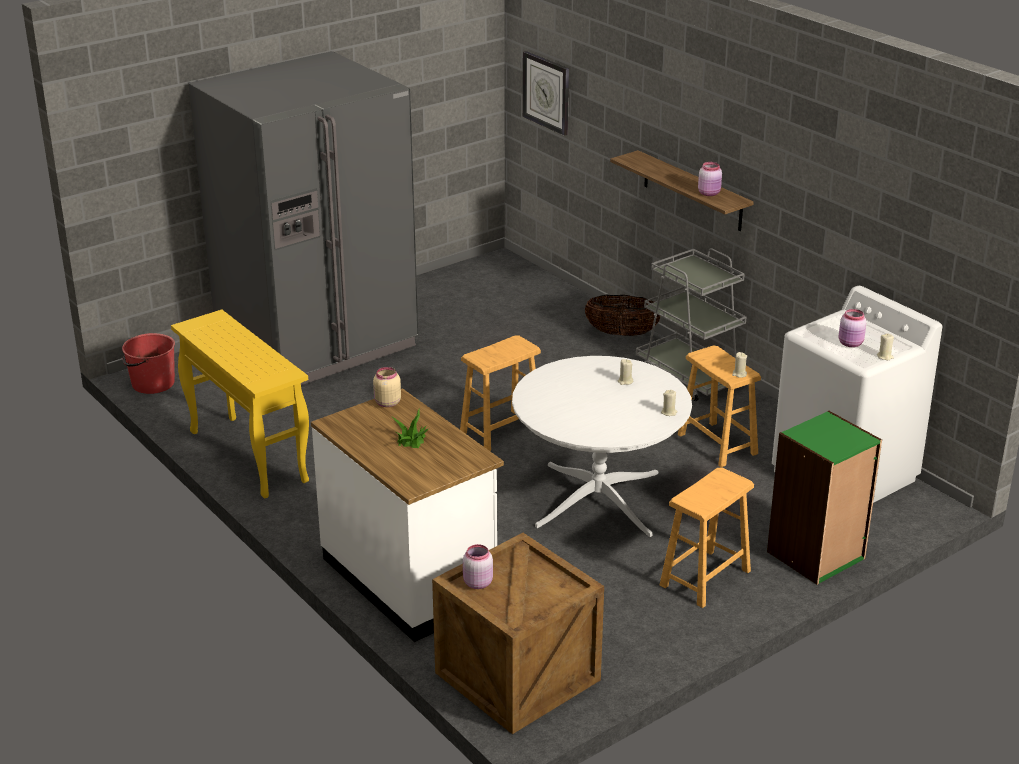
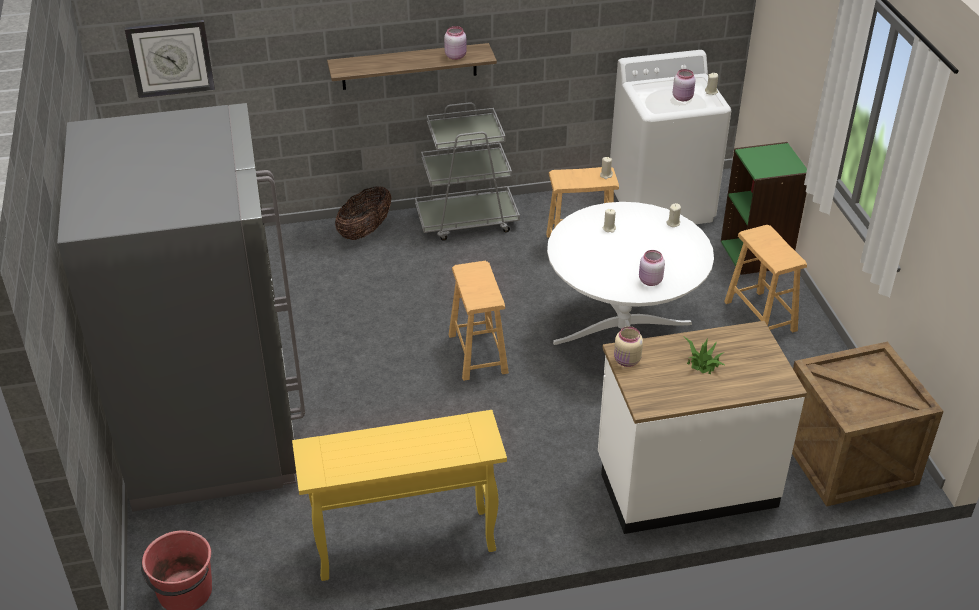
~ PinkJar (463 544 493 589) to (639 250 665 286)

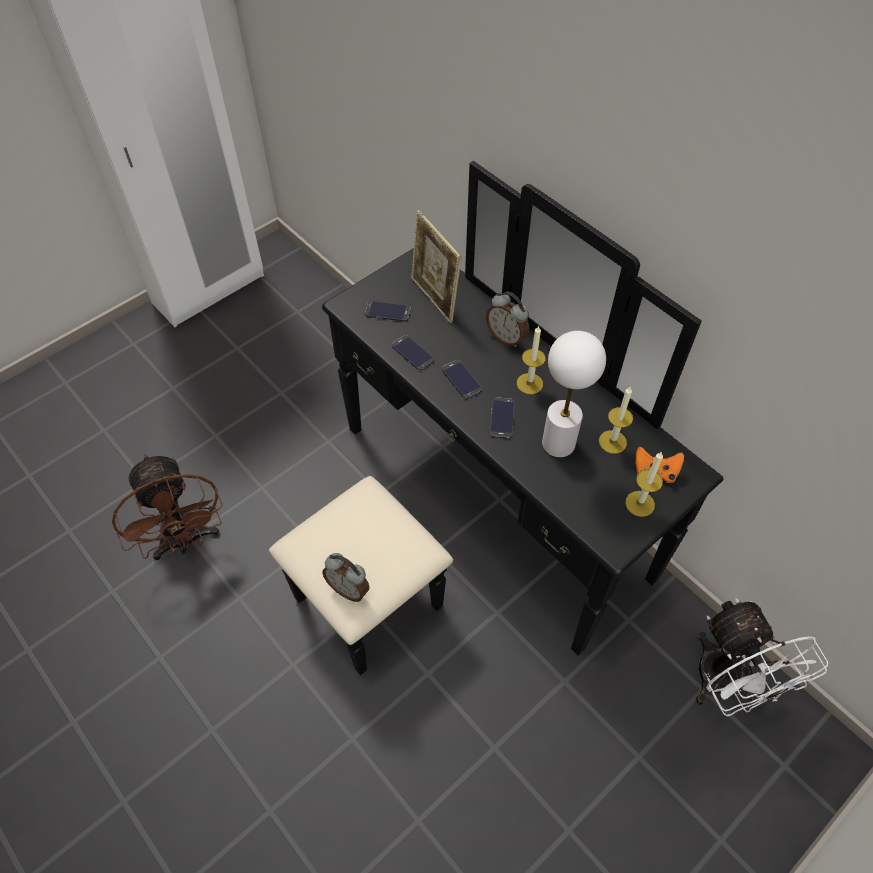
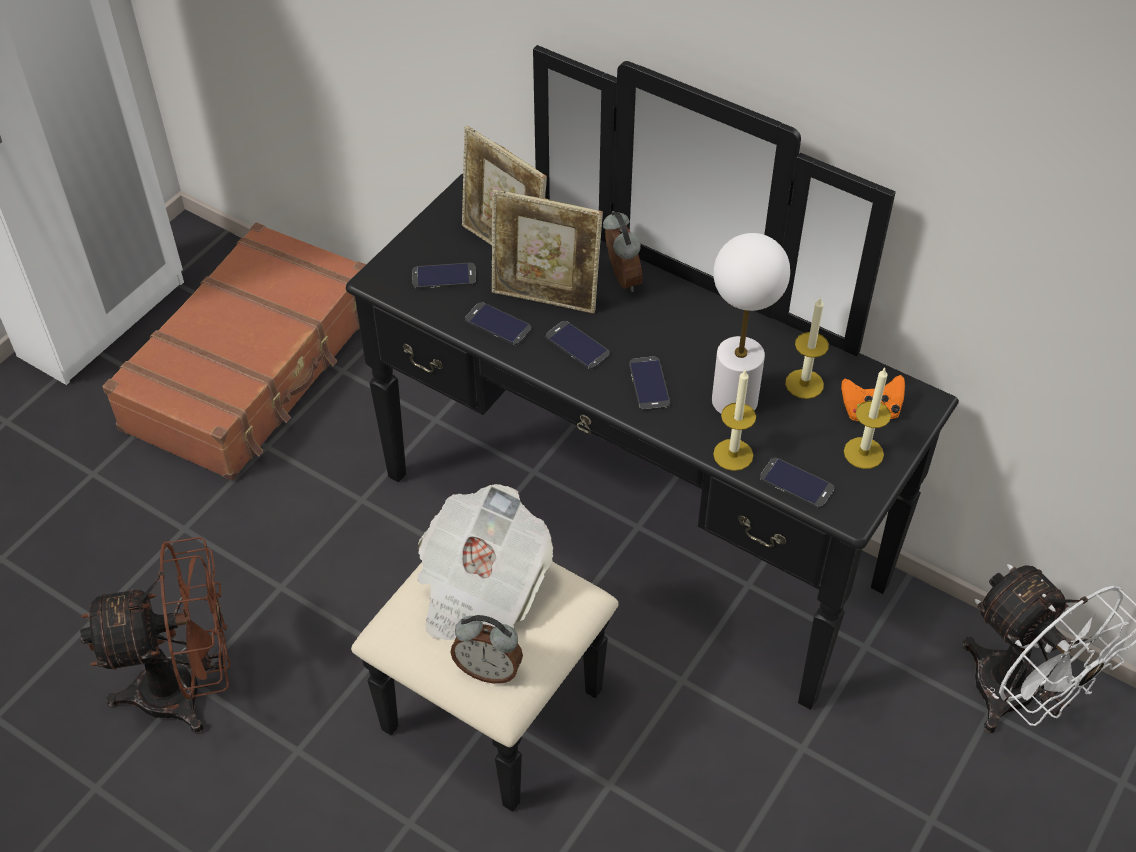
+ BrownSuitcase (102 223 366 481)
+ Newspaper (417 484 553 640)
+ PictureFrame (492 189 603 314)
+ Phone (760 458 834 508)
~ Candle (517 325 546 394) to (713 370 756 471)
~ BrownFan (112 454 223 560) = (80 537 231 734) 60 degrees counterclockwise
~ AlarmClock (486 292 529 347) = (603 211 642 292) 135 degrees counterclockwise

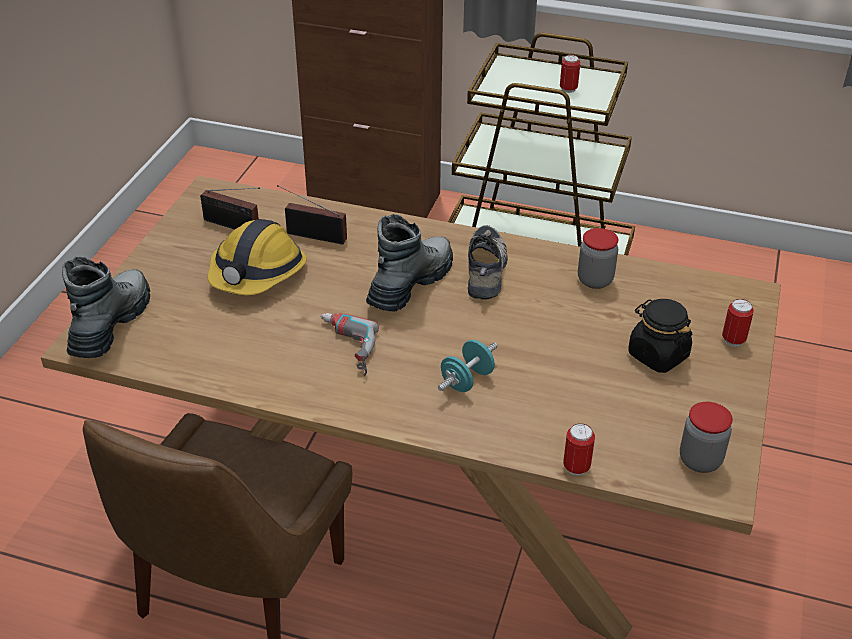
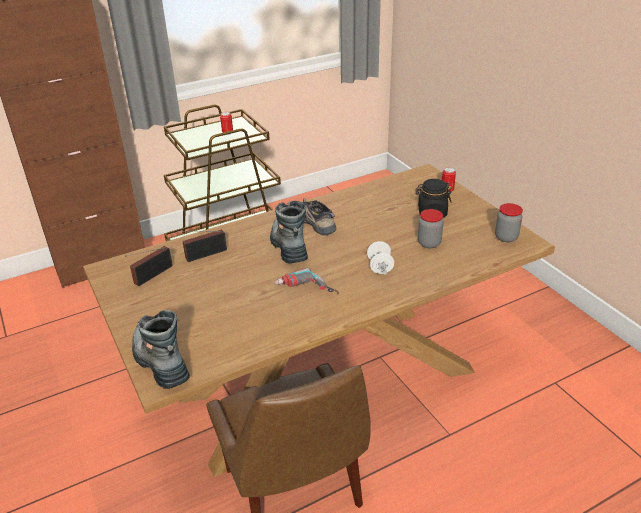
- HardHat (207 219 307 296)
- Can (563 423 595 476)
~ Jar (578 228 618 289) to (418 209 443 248)
~ TurquoiseDumbbell (438 340 498 392) to WhiteDumbbell (367 241 394 275)
~ Radio (200 188 260 229) = (126 246 173 286) 150 degrees clockwise

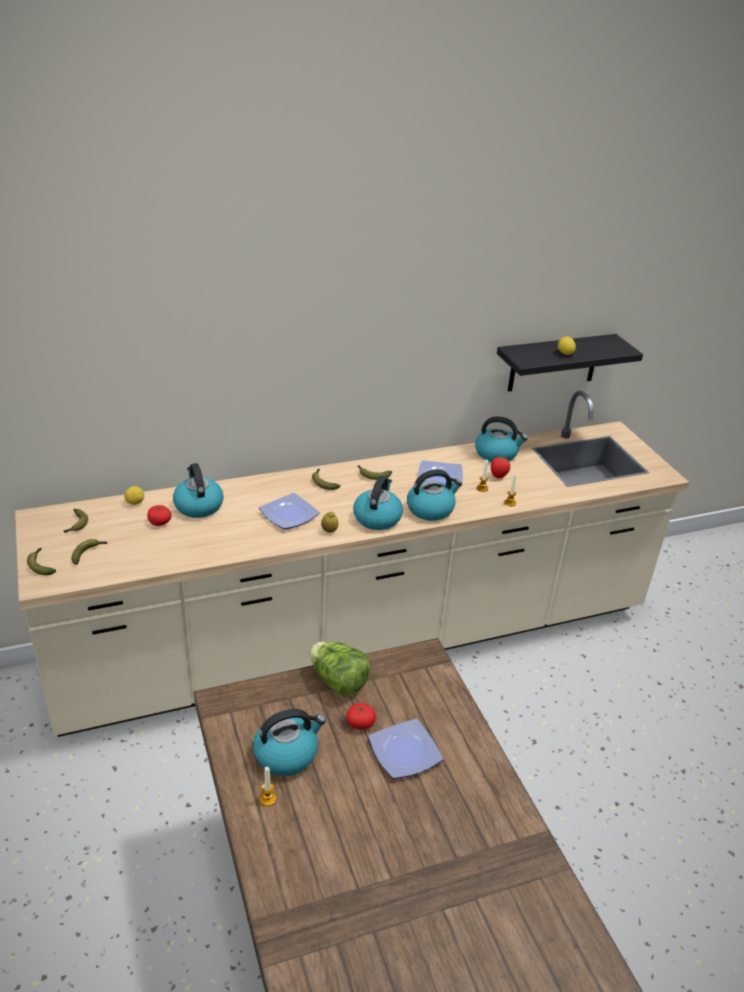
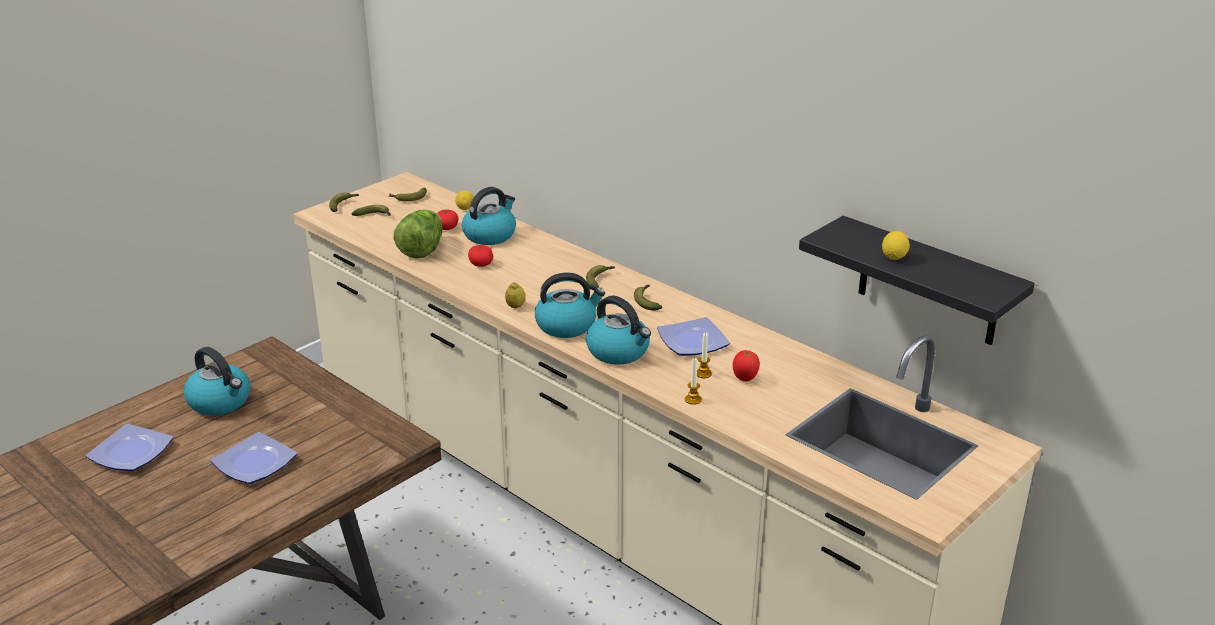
- Candle (259 767 276 806)
- Kettle (475 416 528 462)
~ Plate (259 493 320 530) to (85 424 174 471)
~ Lettuce (309 642 371 697) to (394 209 443 259)
~ Tomato (346 703 376 730) to (468 245 493 267)

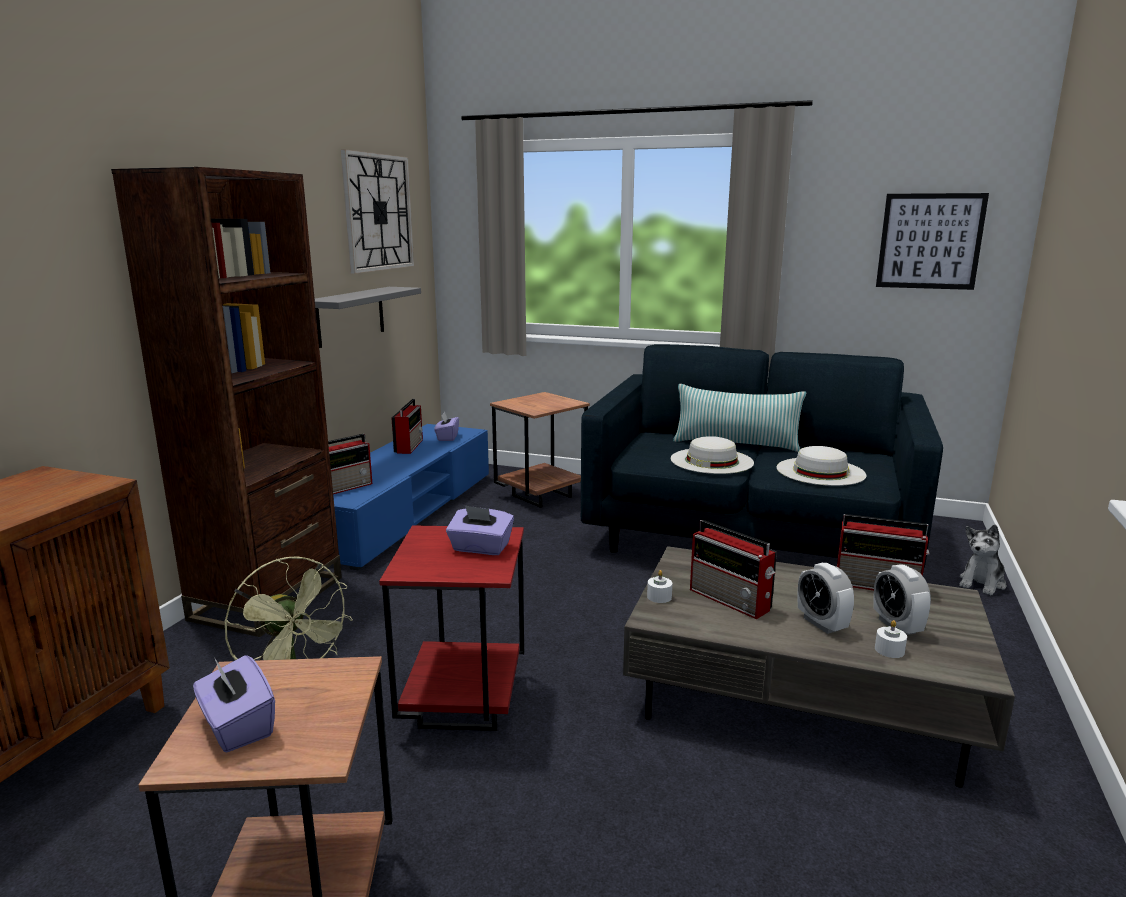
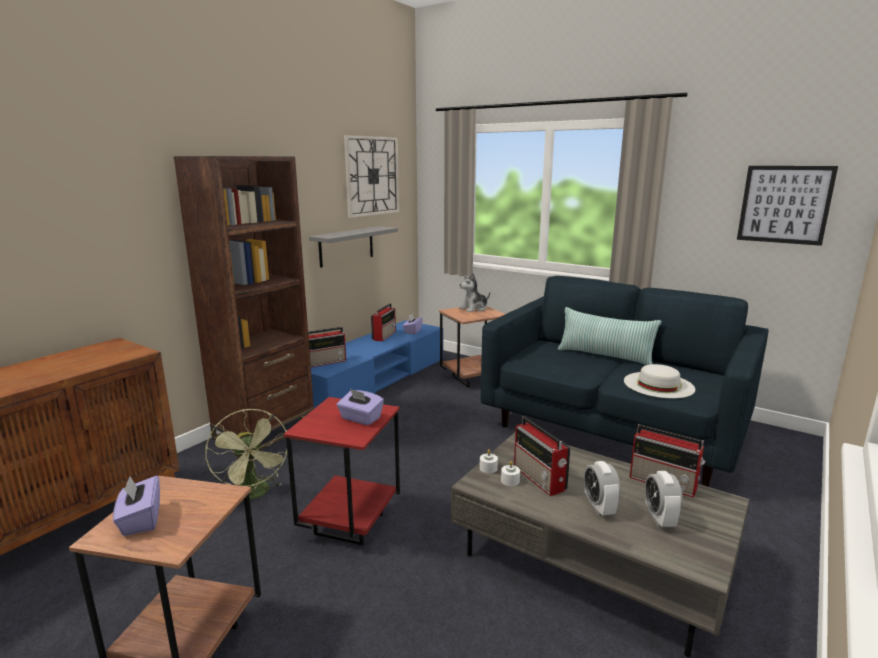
- WhiteHat (671 436 754 474)
~ WhiteCandle (875 620 907 658) to (501 461 520 486)
~ PlushToy (959 524 1006 595) to (459 273 490 312)

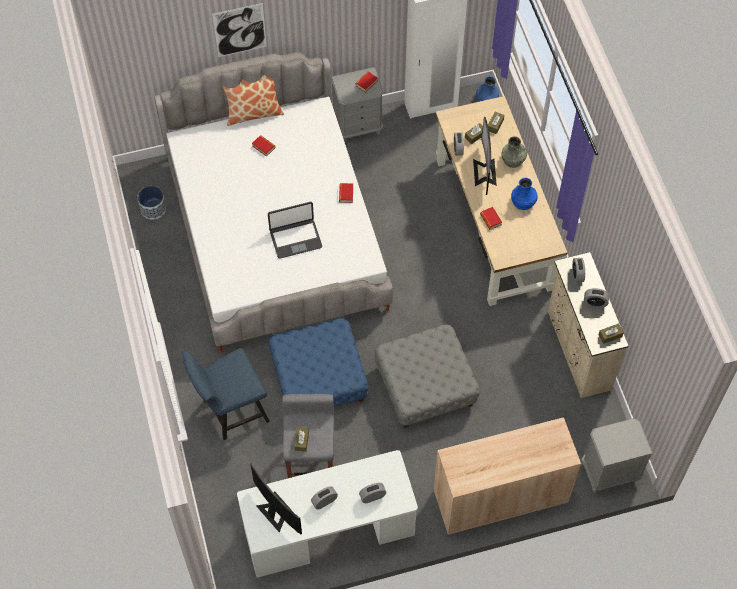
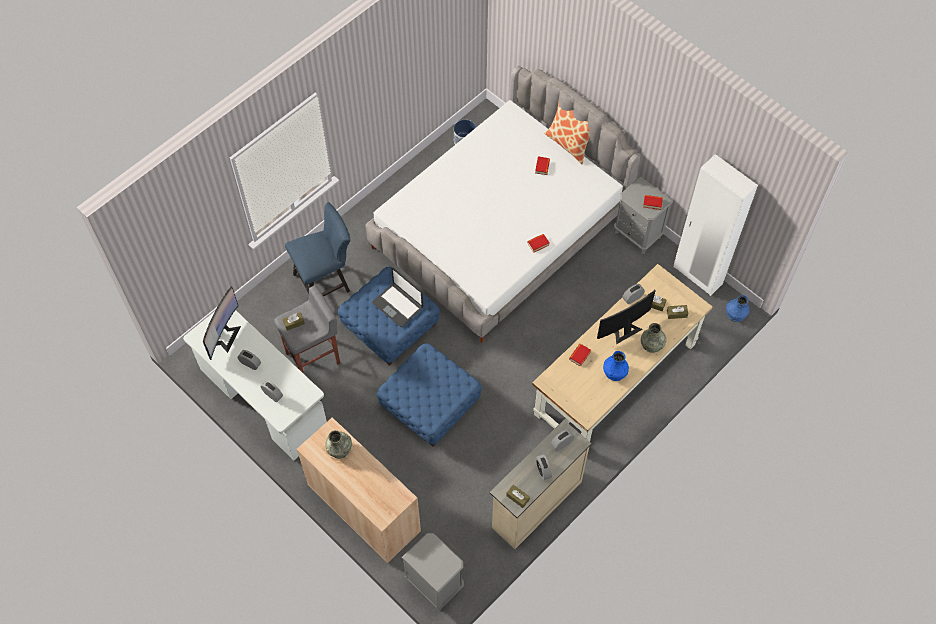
- Picture (212 3 267 57)
+ GreyVase (325 430 352 459)
~ Laptop (268 202 322 259) to (372 268 423 327)
~ GreyOttoman (374 324 480 428) to BlueOttoman (376 343 482 447)
~ BlueChair (182 348 270 440) = (285 202 351 297) 120 degrees clockwise

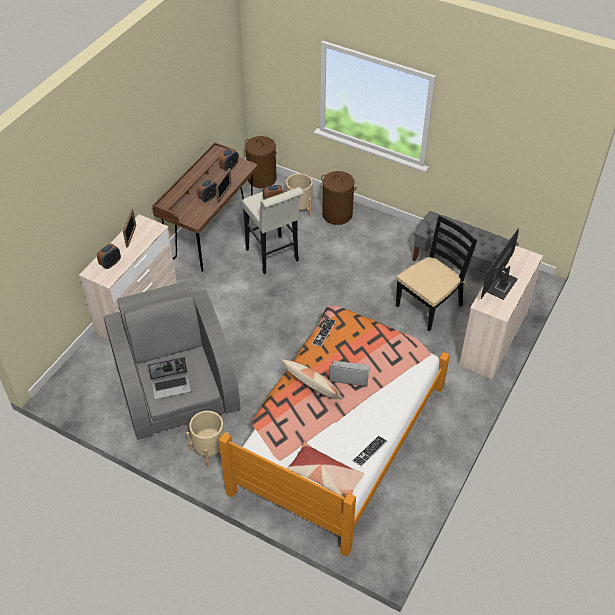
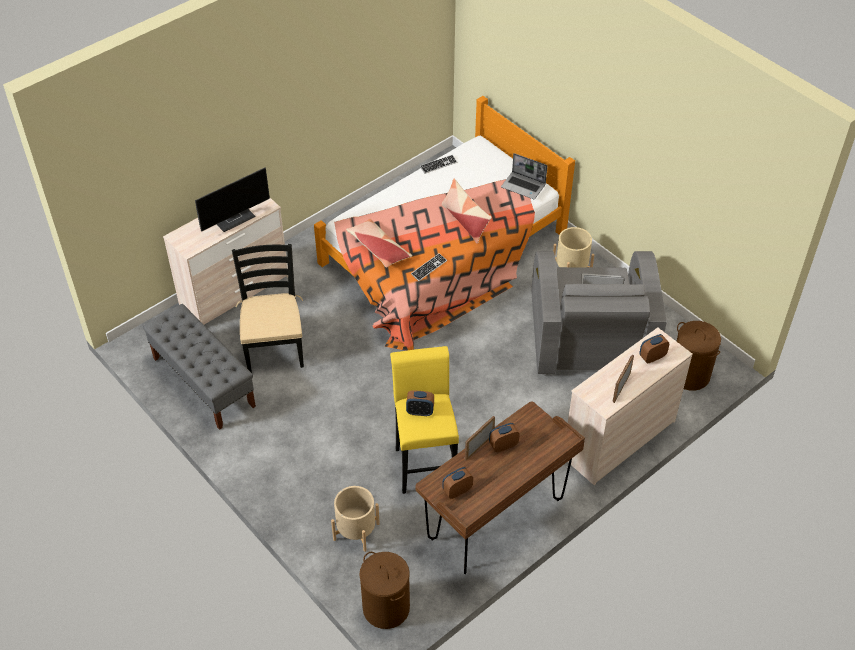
~ Pillow (287 442 364 497) to (346 219 412 268)
~ BrownLaundryBasket (321 171 357 225) to (677 321 721 391)
~ Laptop (329 361 370 386) to (501 153 547 199)
~ WhiteStool (242 187 304 274) to YellowStool (390 346 459 494)
~ BlackChair (396 215 477 331) = (232 244 304 373) 105 degrees clockwise

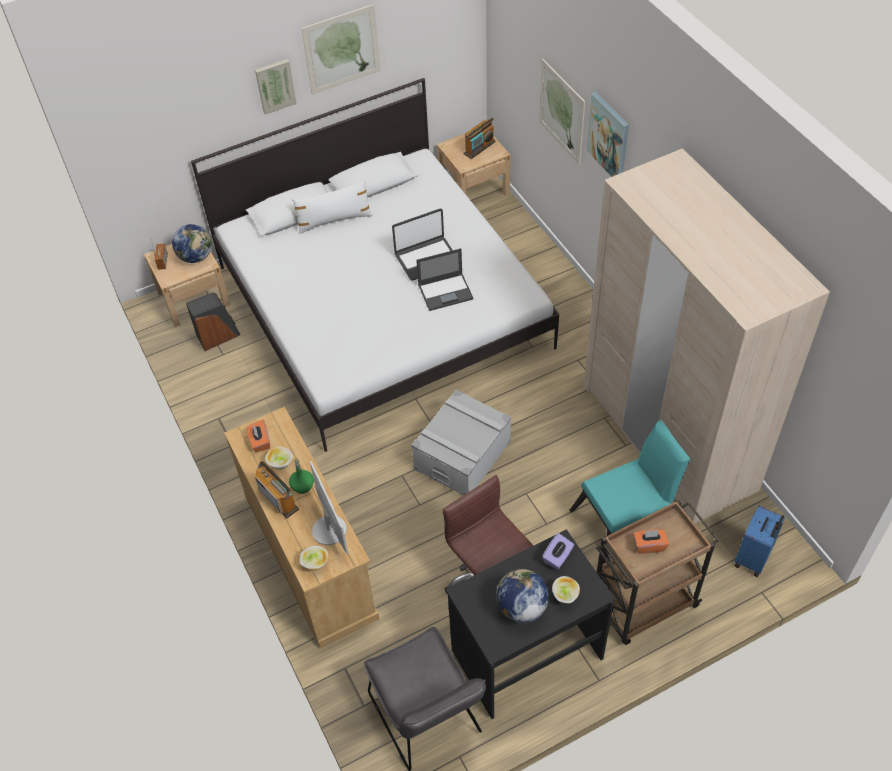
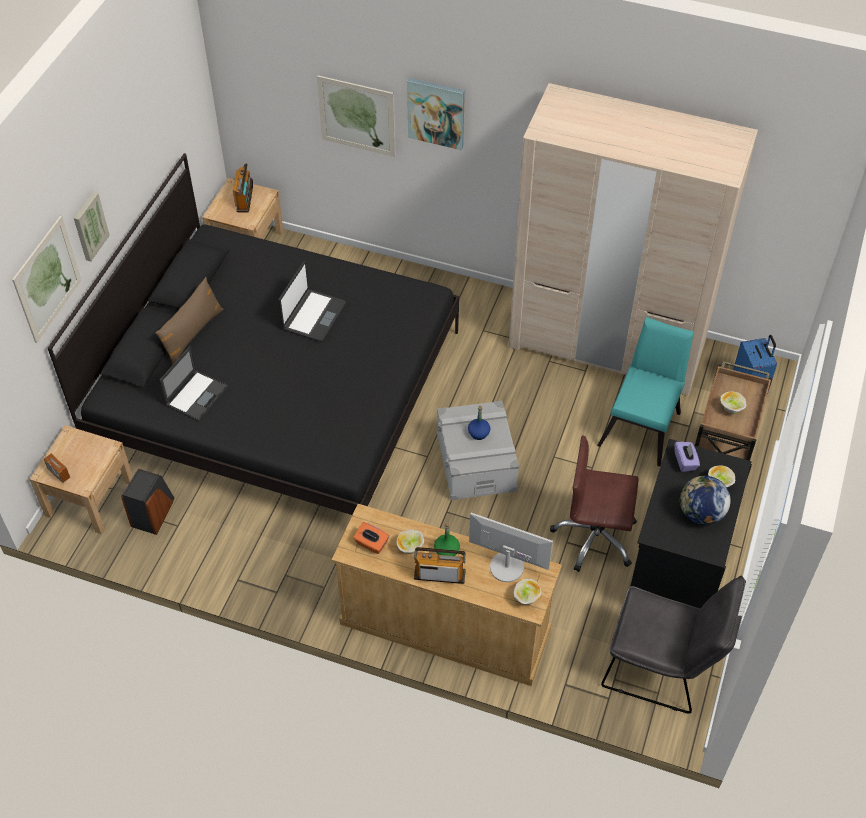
- Globe (172 224 212 263)
+ BlueBottle (468 406 490 440)
~ Picture (301 4 381 95) to (12 216 81 343)
~ Laptop (416 248 474 311) to (160 346 228 421)
~ OrangeTissueBox (634 529 669 554) to Bowl (720 392 746 414)
~ WhiteBed (191 78 559 452) to BlackBed (48 153 459 515)
~ WhitePillow (292 180 373 234) to BrownPillow (155 277 223 365)

